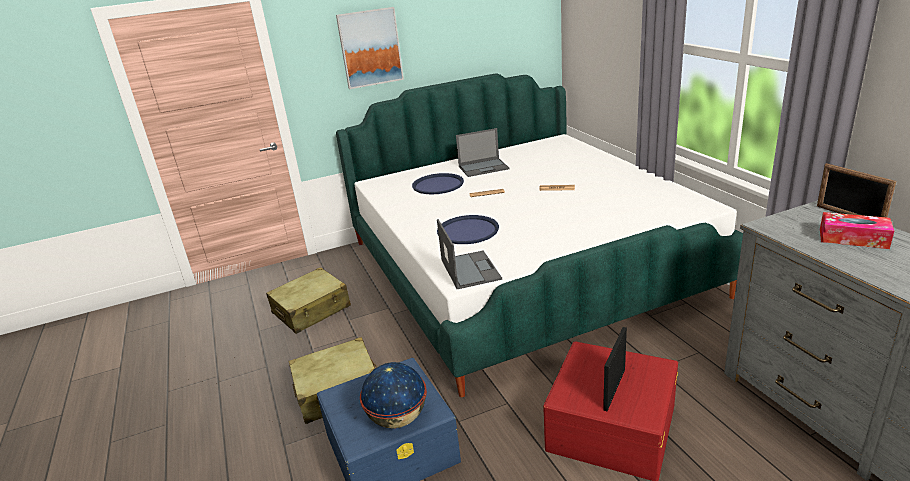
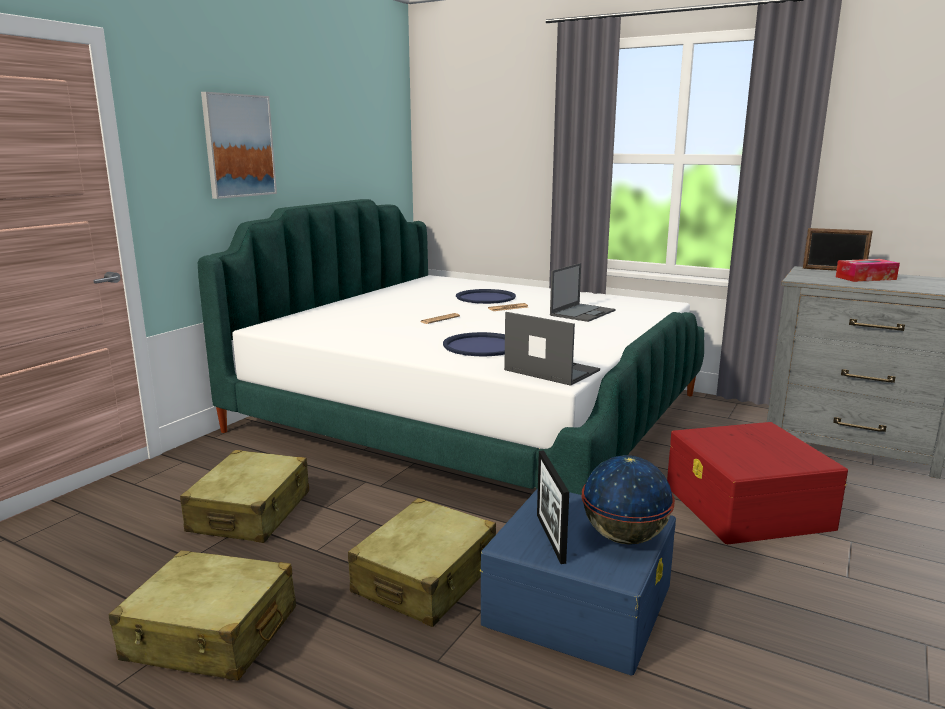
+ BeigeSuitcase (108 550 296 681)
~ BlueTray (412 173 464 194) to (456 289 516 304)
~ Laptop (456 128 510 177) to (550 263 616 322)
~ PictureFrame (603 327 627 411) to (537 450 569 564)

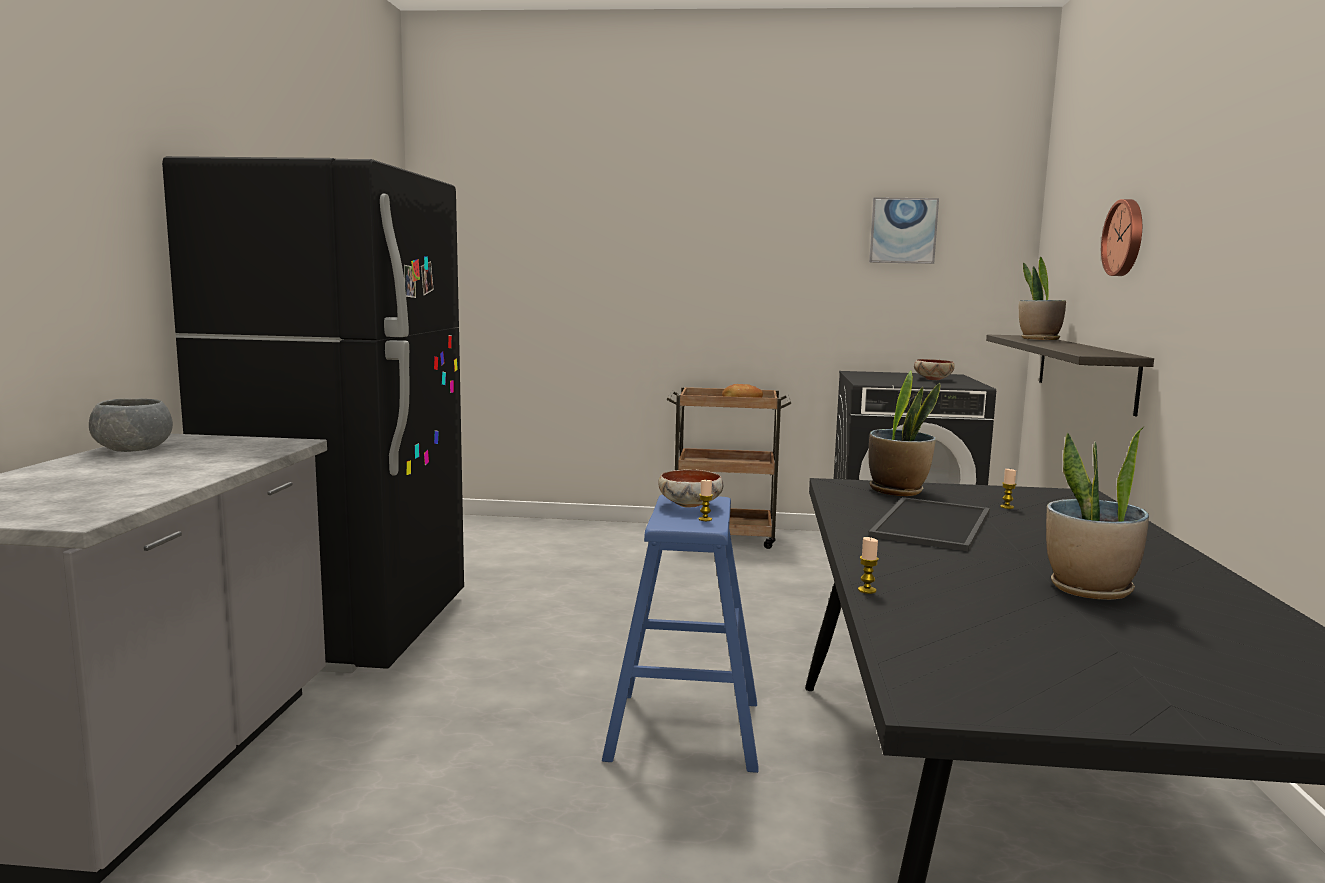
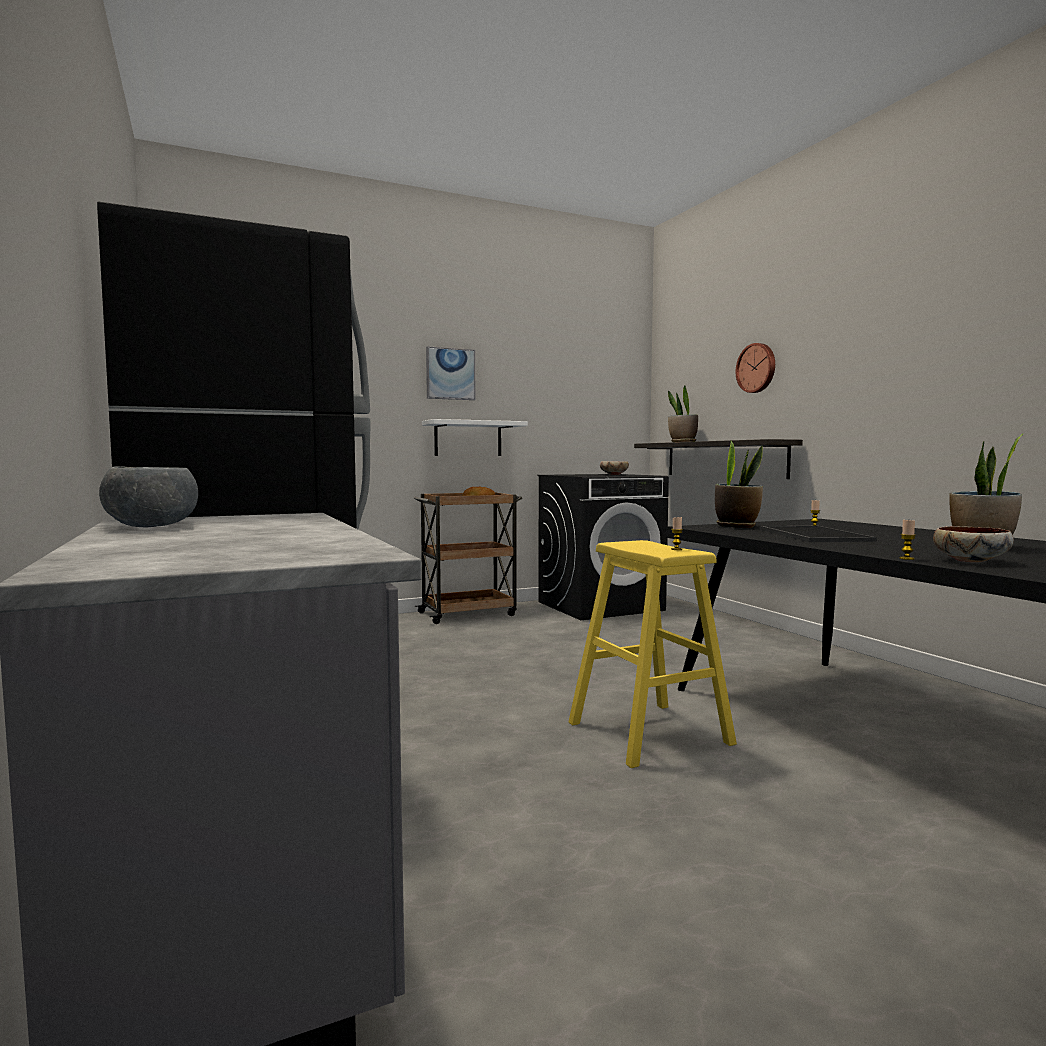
+ WhiteShelf (422 419 528 456)
~ Bowl (658 470 723 508) to (933 526 1014 563)
~ Picture (869 197 939 264) to (426 346 476 400)
~ BlueStool (602 495 758 773) to YellowStool (568 540 737 768)

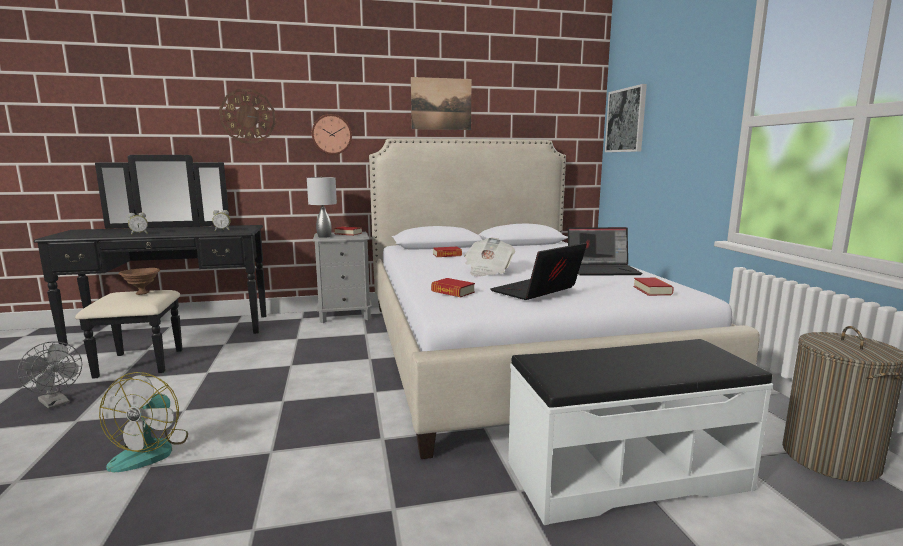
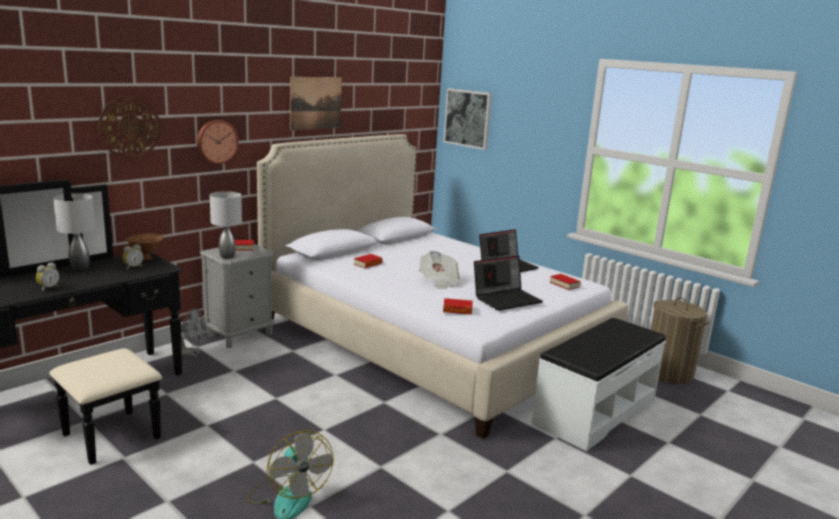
+ GreyTableLamp (53 193 96 271)
~ GreyFan (17 341 82 409) to (170 308 206 357)
~ BrownBowl (118 268 160 295) to (126 233 163 260)
~ Laptop (490 243 587 300) = (474 255 543 311) 135 degrees counterclockwise

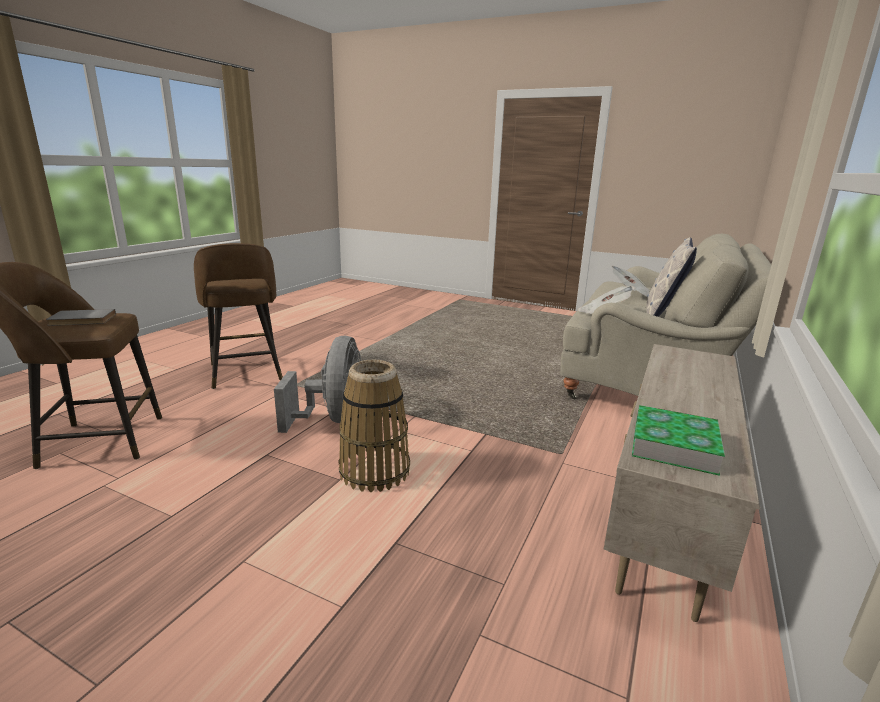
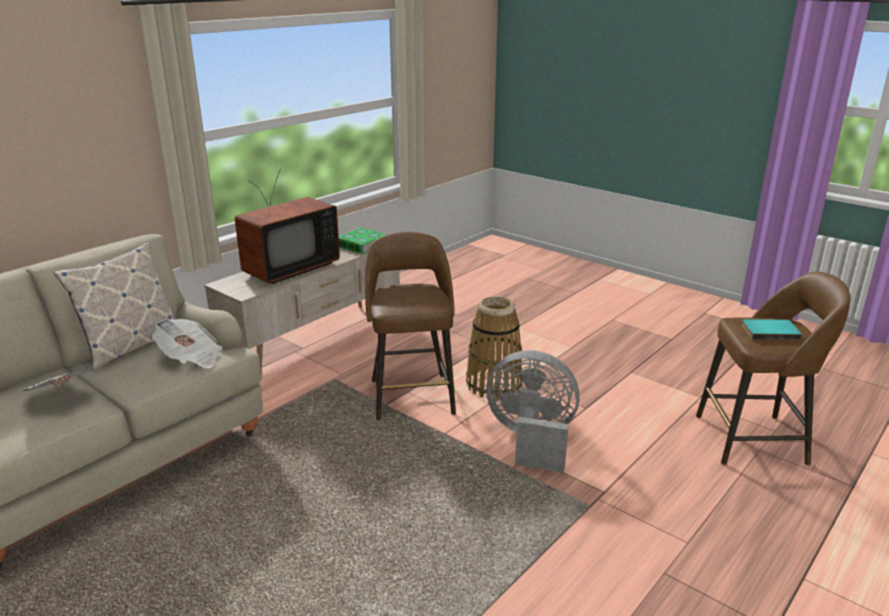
+ Television (235 169 340 284)
~ BrownStool (194 243 283 389) to (365 232 456 420)
~ GreyBook (46 309 116 326) to TurquoiseBook (741 319 802 339)
~ GreyFan (274 336 362 433) = (486 350 579 473) 90 degrees clockwise

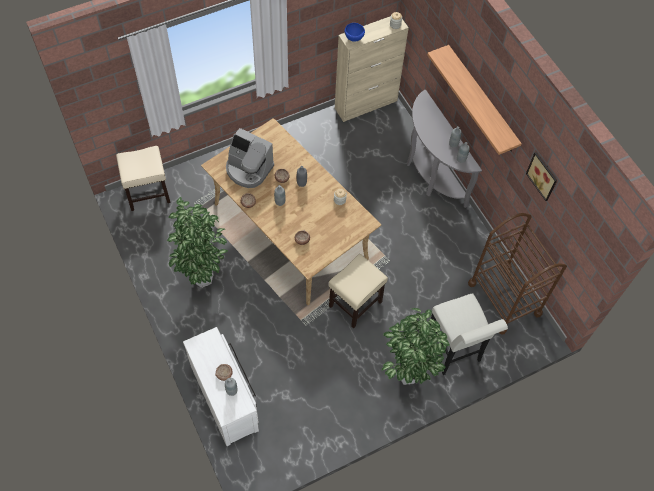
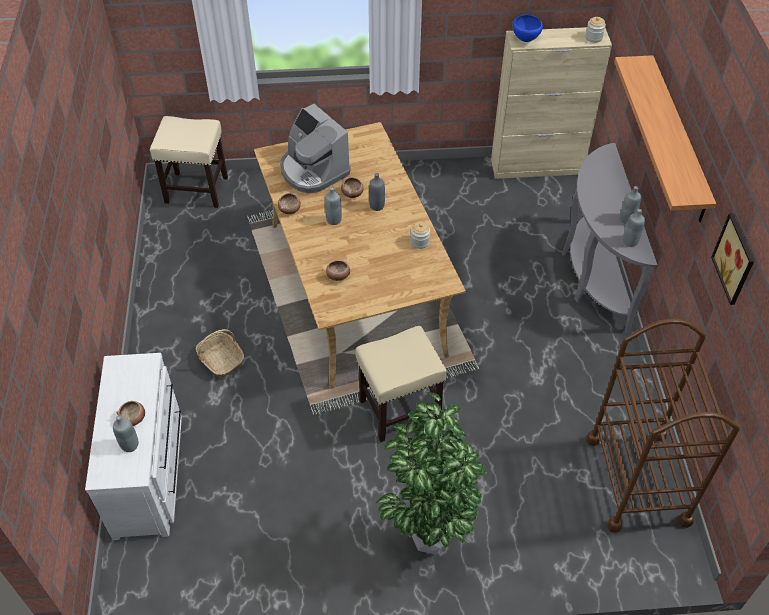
- PottedPlant (167 197 228 288)
- WhiteStool (430 293 508 375)
+ Basket (196 329 244 378)

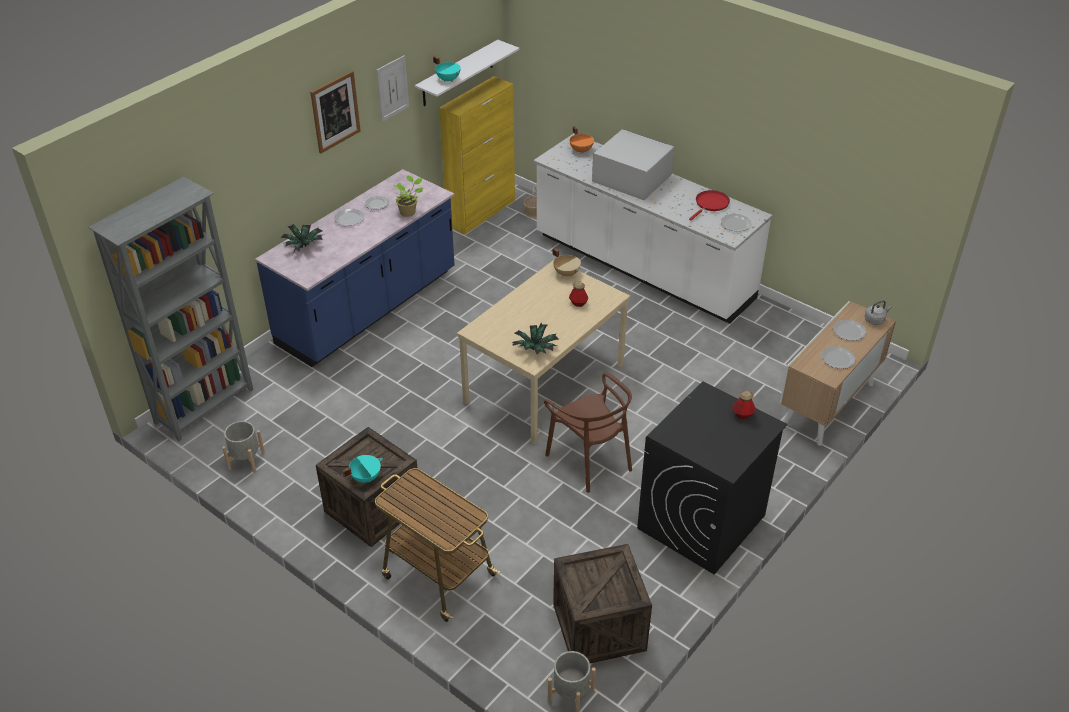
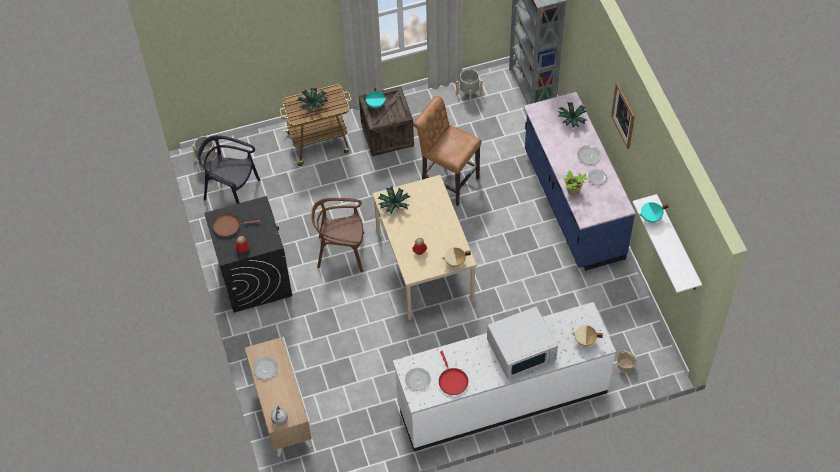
- Picture (376 55 409 122)
- YellowCabinet (439 76 515 234)
- Plate (833 319 866 341)
+ BrownFryingPan (212 213 261 237)
+ PottedPlant (297 88 328 115)
+ BrownStool (413 96 481 206)
~ Crate (553 544 652 663) to BlackChair (198 135 260 204)
~ OrangeCookingPot (570 126 594 154) to BeigeCookingPot (572 325 603 346)

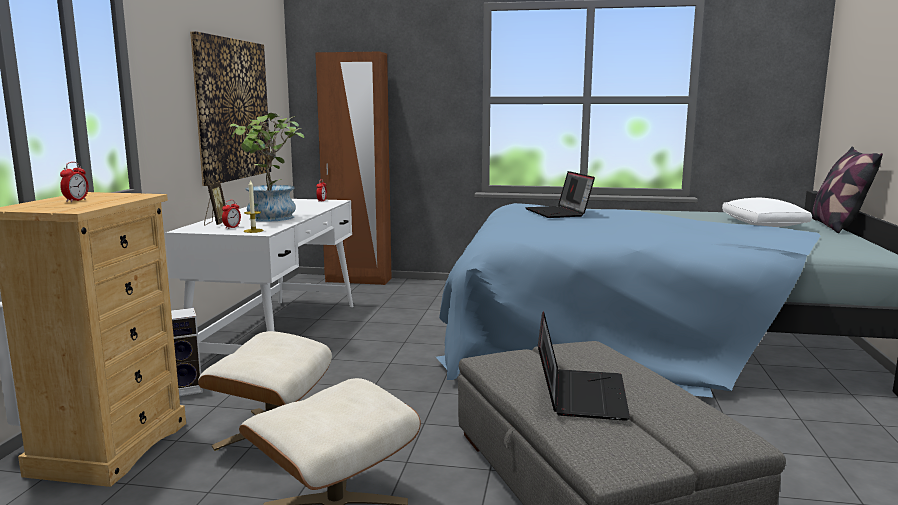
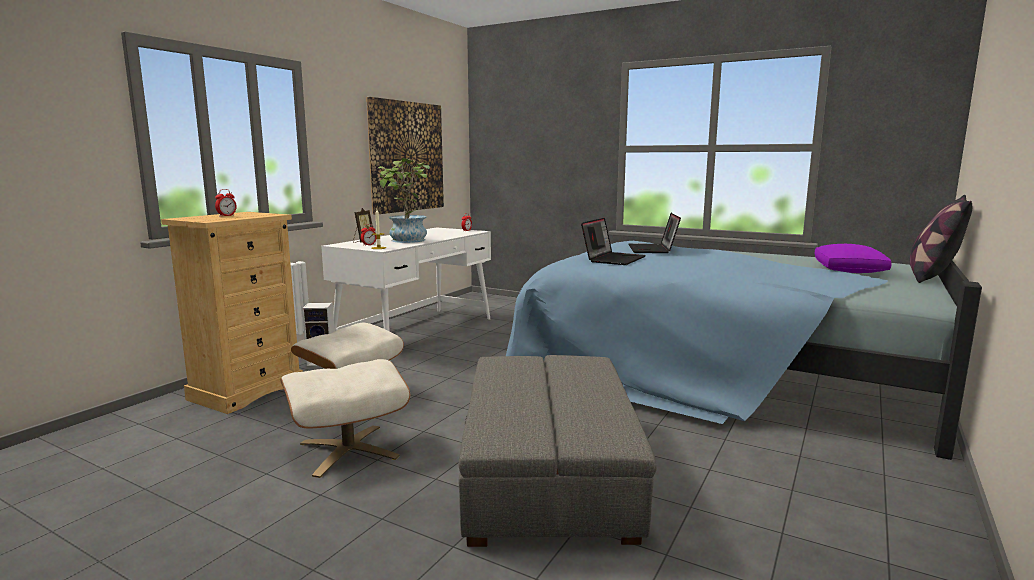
- BrownWardrobe (315 52 392 285)
~ Laptop (538 311 630 421) to (581 218 646 265)
~ WhitePillow (722 198 812 227) to PurplePillow (814 244 891 273)

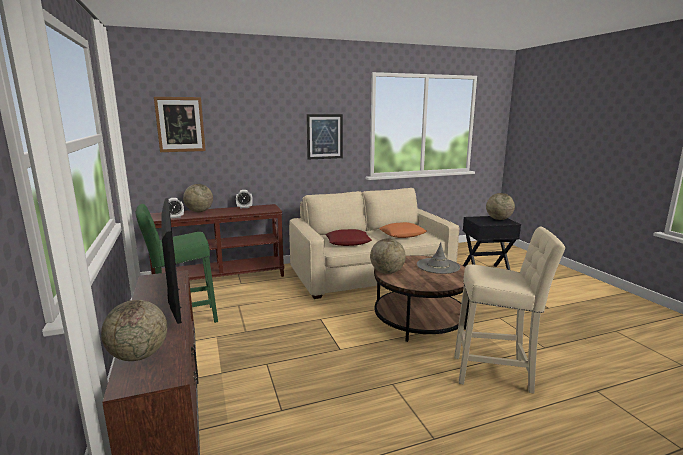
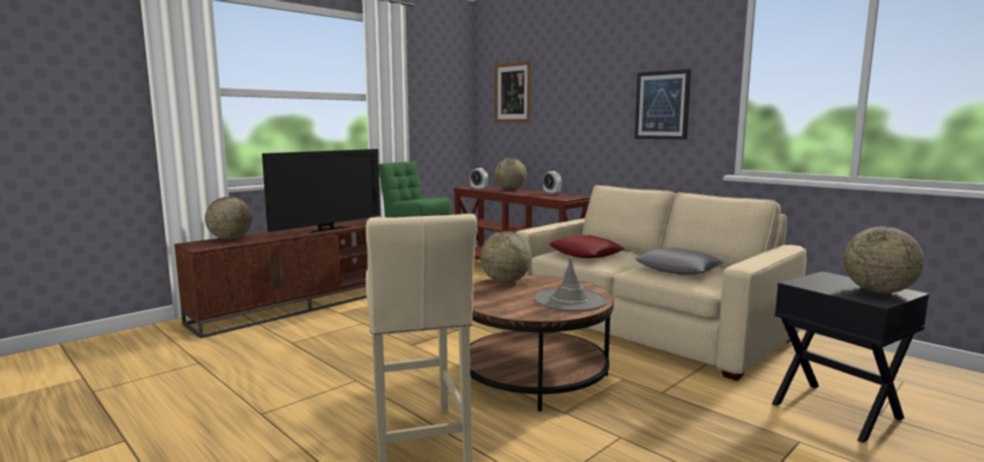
~ OrangePillow (379 222 427 238) to GreyPillow (635 248 724 275)

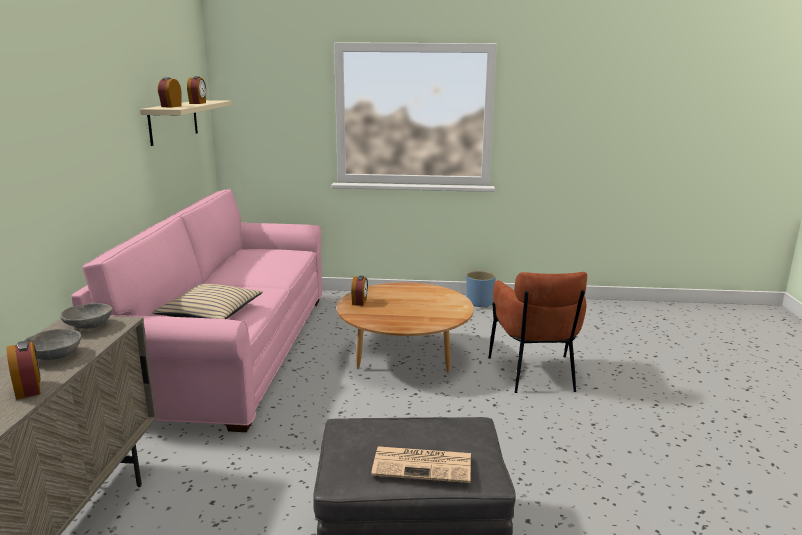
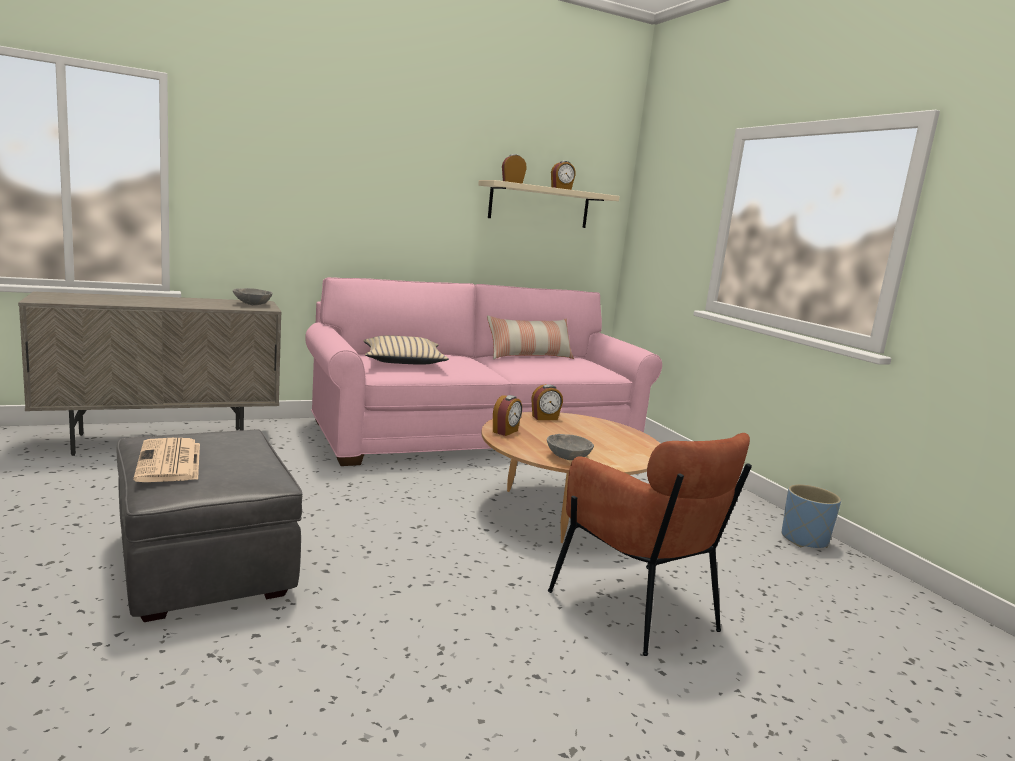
+ Pillow (487 315 574 359)
~ AlarmClock (7 340 41 400) to (493 395 522 436)
~ GreyBowl (24 329 81 360) to (547 434 594 460)
~ BrownArmchair (488 272 587 393) = (548 433 752 656) 90 degrees counterclockwise

